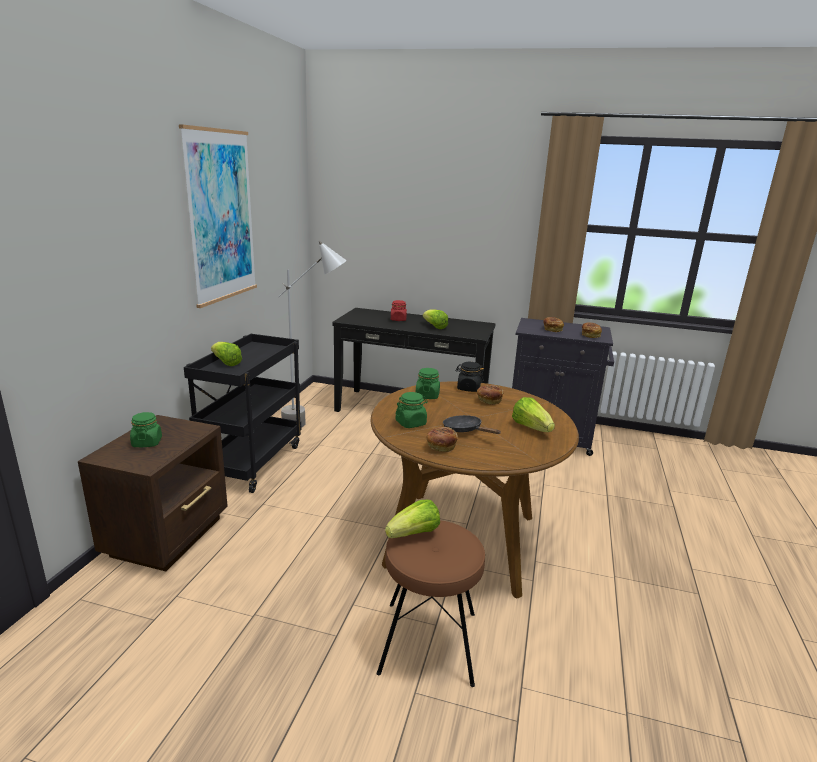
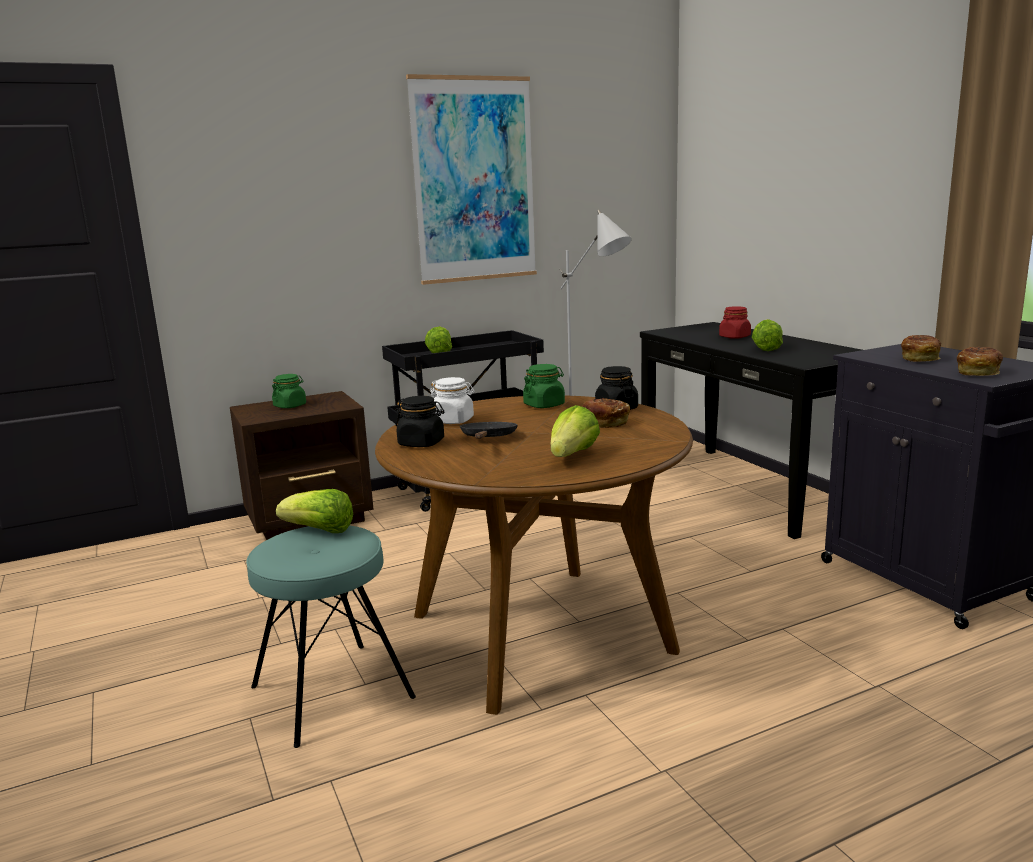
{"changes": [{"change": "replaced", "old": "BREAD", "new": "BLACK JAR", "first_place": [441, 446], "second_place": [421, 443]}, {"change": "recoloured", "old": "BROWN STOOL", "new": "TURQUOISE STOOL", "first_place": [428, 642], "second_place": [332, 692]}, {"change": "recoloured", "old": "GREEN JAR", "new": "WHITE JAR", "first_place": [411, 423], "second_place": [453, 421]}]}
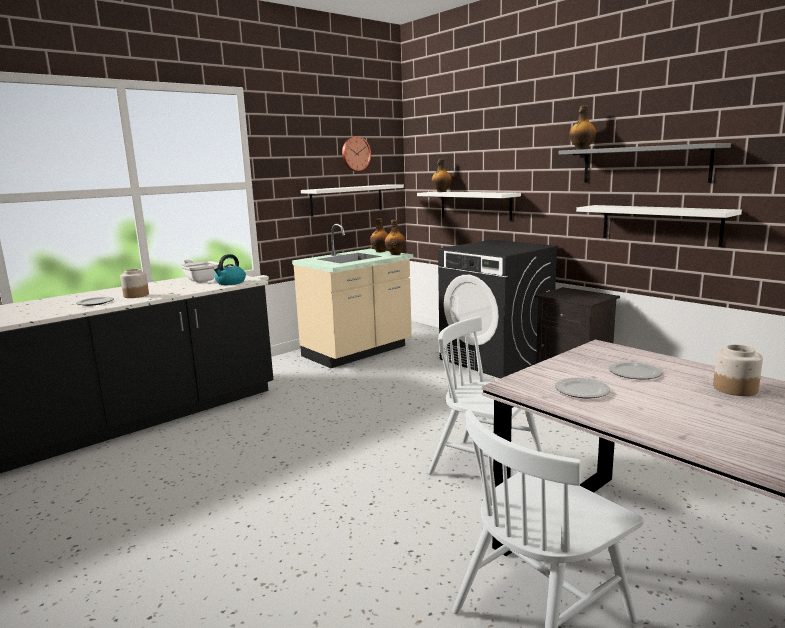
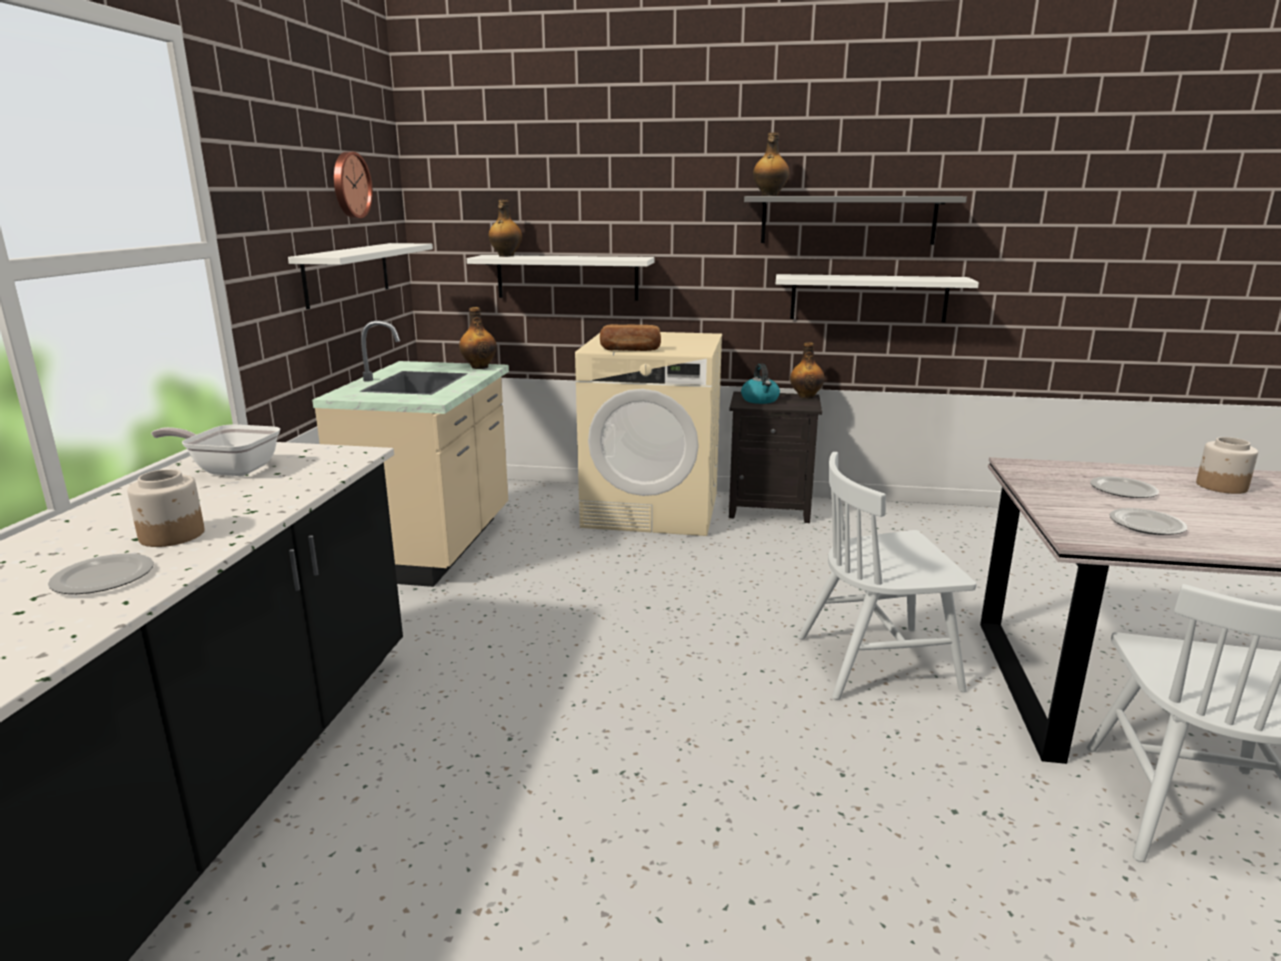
{"changes": [{"change": "added", "new": "BREAD", "second_place": [630, 349]}, {"change": "moved", "old": "KETTLE", "first_place": [230, 283], "second_place": [760, 400]}, {"change": "moved", "old": "BOTTLE", "first_place": [380, 251], "second_place": [806, 397]}, {"change": "recoloured", "old": "BLACK WASHING MACHINE", "new": "BEIGE WASHING MACHINE", "first_place": [496, 359], "second_place": [653, 510]}]}
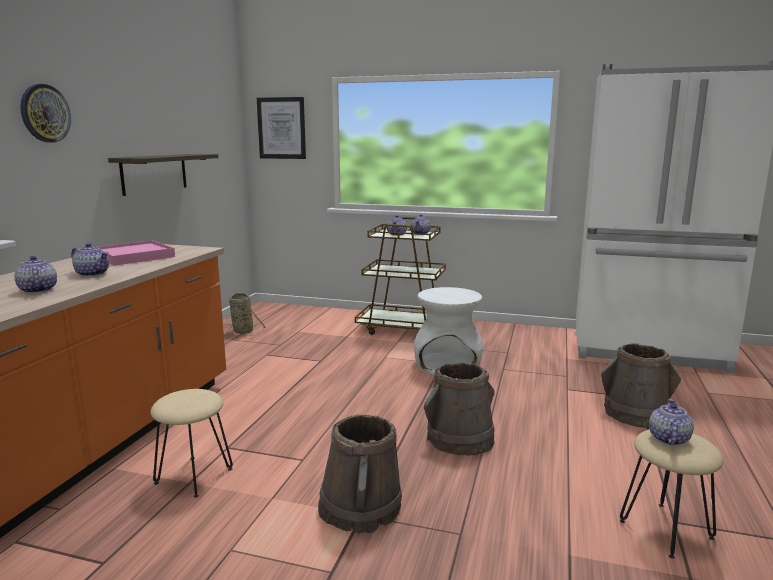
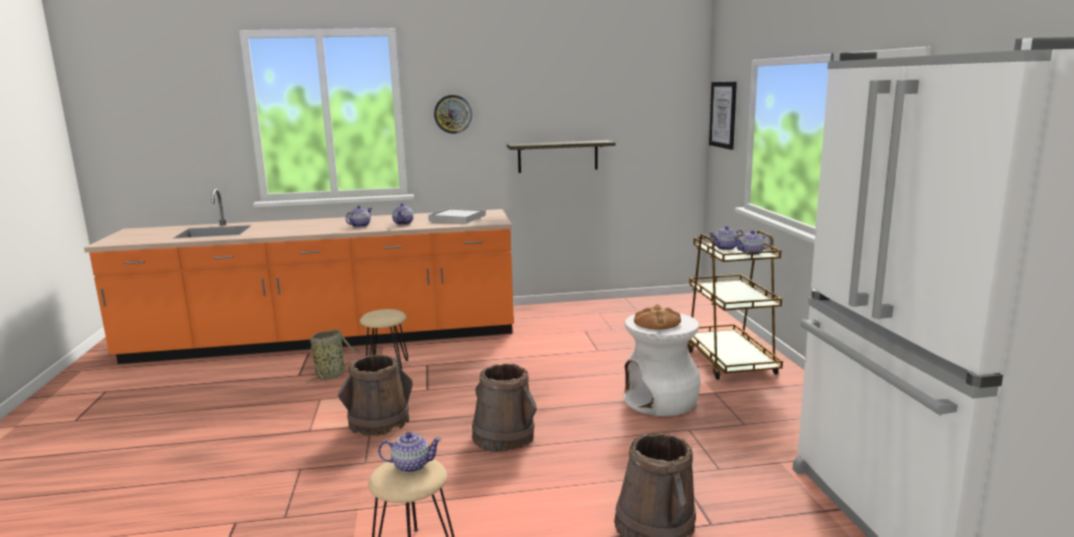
{"changes": [{"change": "added", "new": "BREAD", "second_place": [657, 322]}, {"change": "moved", "old": "BASKET", "first_place": [242, 331], "second_place": [332, 375]}, {"change": "recoloured", "old": "PINK TRAY", "new": "WHITE TRAY", "first_place": [134, 256], "second_place": [457, 218]}]}
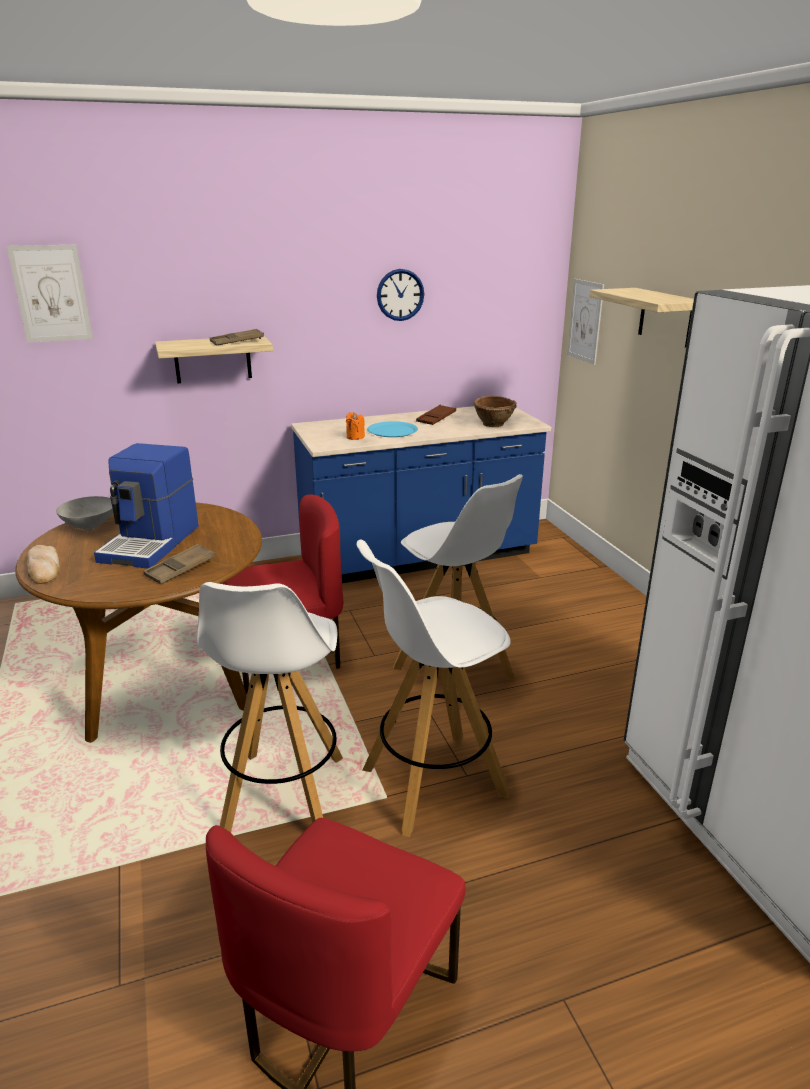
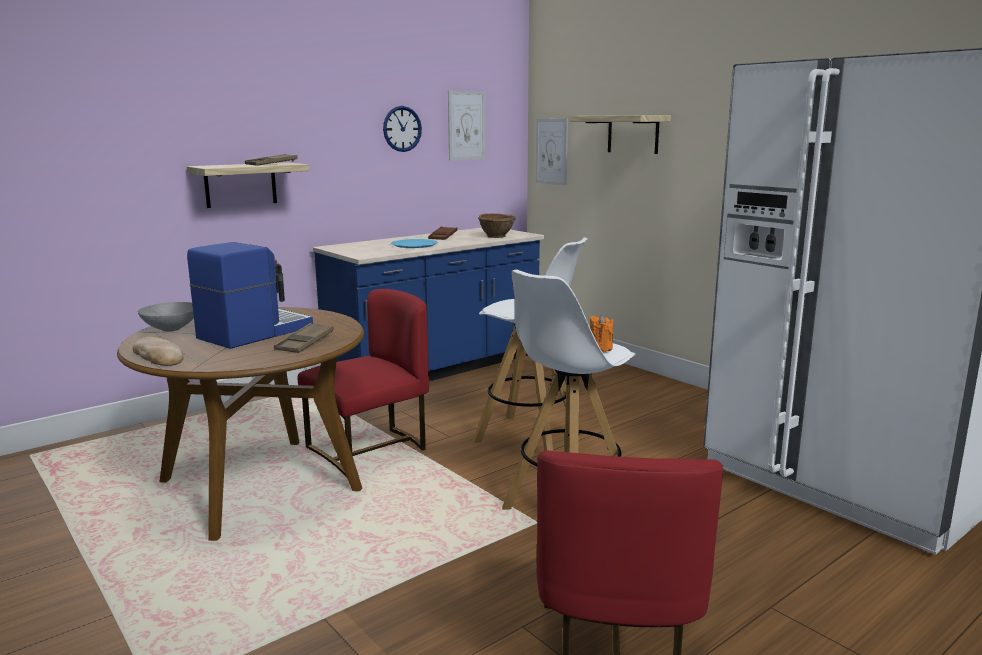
{"changes": [{"change": "removed", "old": "WHITE STOOL", "first_place": [283, 797]}, {"change": "moved", "old": "PICTURE", "first_place": [51, 294], "second_place": [466, 125]}, {"change": "moved", "old": "ORANGE CANDLE", "first_place": [355, 437], "second_place": [600, 348]}, {"change": "turned", "old": "COFFEE MACHINE", "first_place": [152, 543], "second_place": [254, 332], "degrees": -135}]}
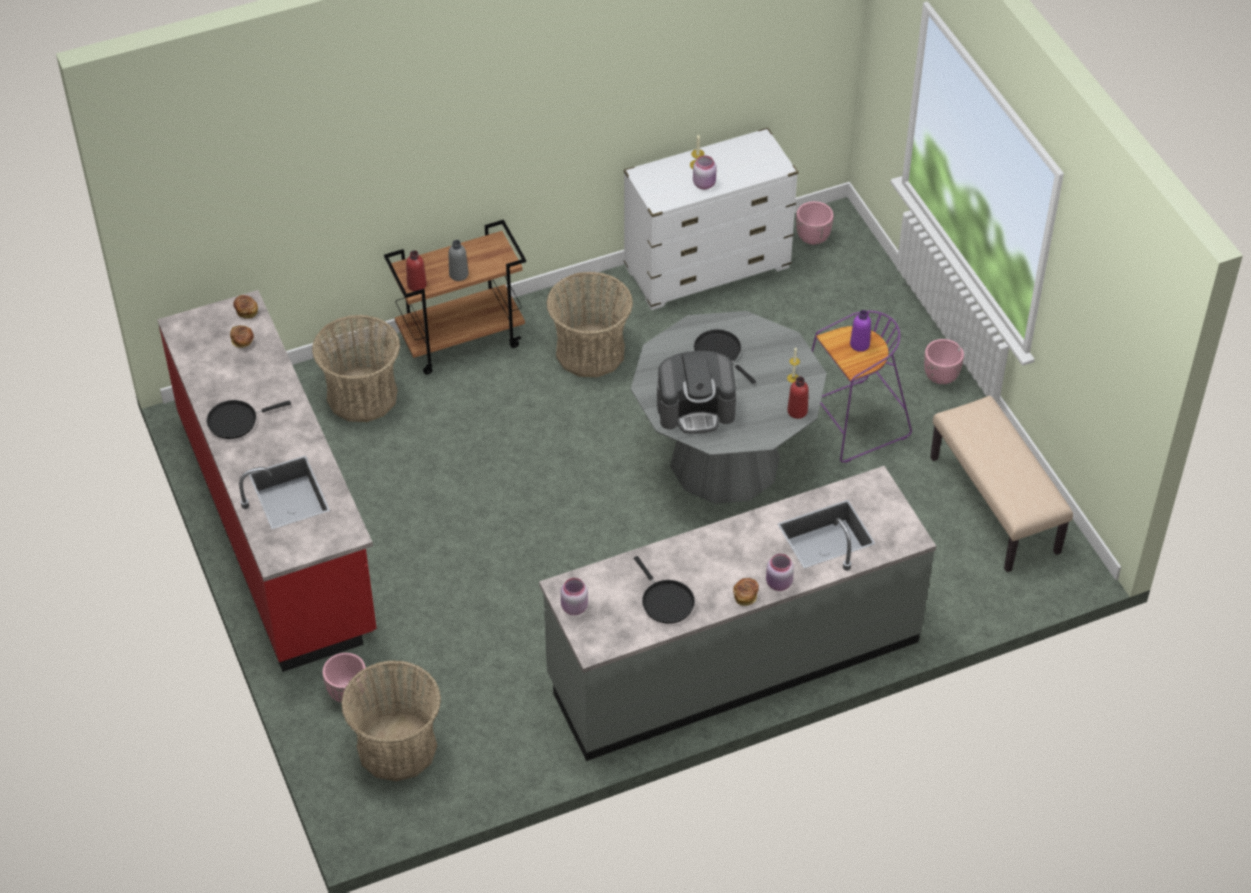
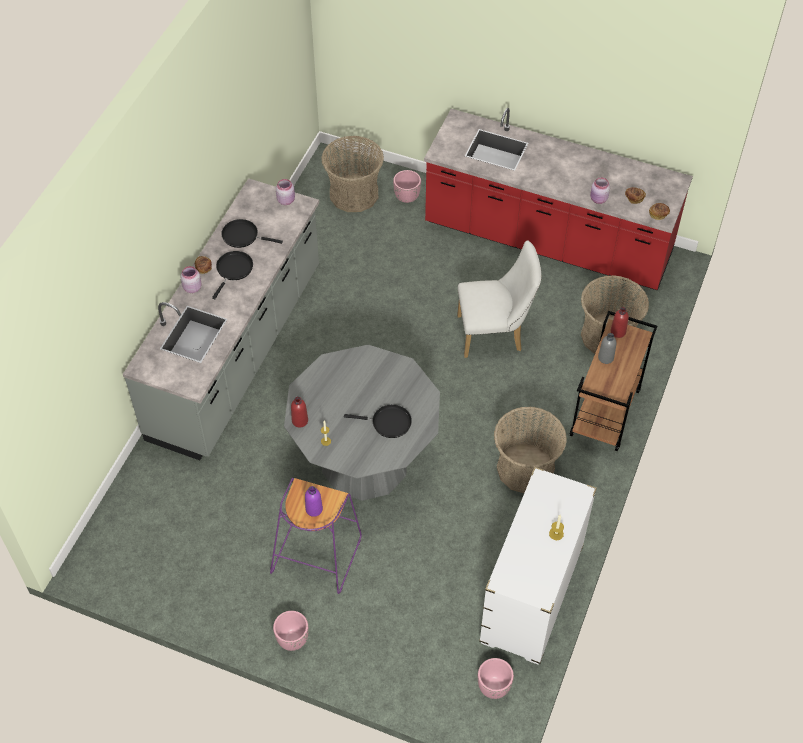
{"changes": [{"change": "removed", "old": "COFFEE MACHINE", "first_place": [696, 409]}, {"change": "removed", "old": "BEIGE BENCH", "first_place": [995, 505]}, {"change": "added", "new": "WHITE CHAIR", "second_place": [495, 334]}, {"change": "moved", "old": "BLACK FRYING PAN", "first_place": [236, 421], "second_place": [233, 270]}, {"change": "moved", "old": "PINK JAR", "first_place": [704, 183], "second_place": [598, 199]}]}
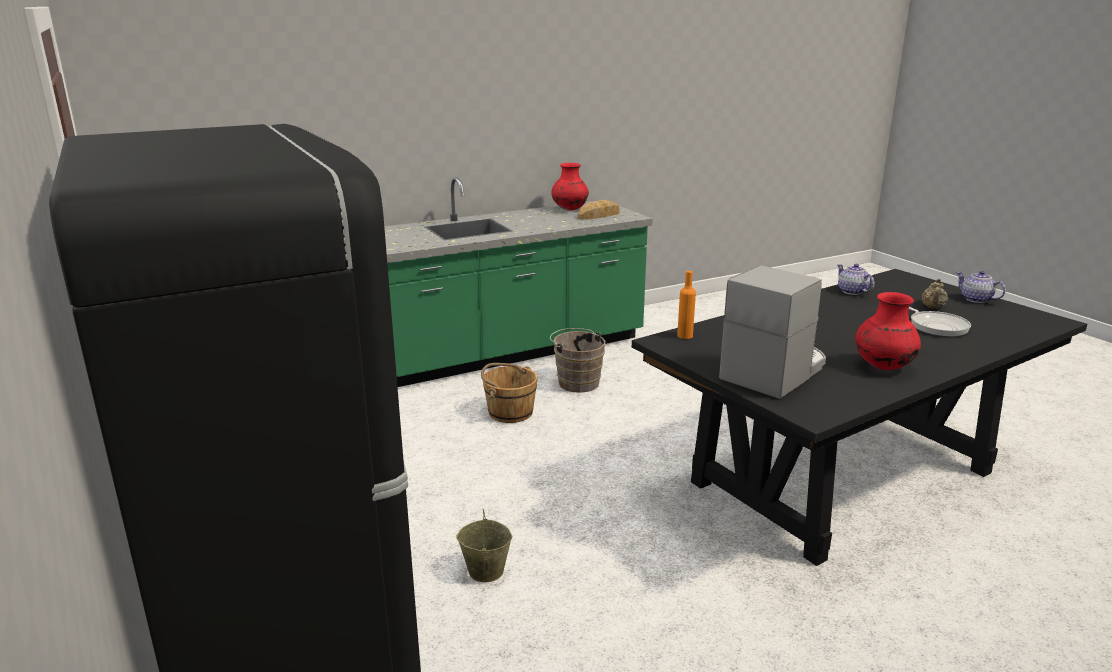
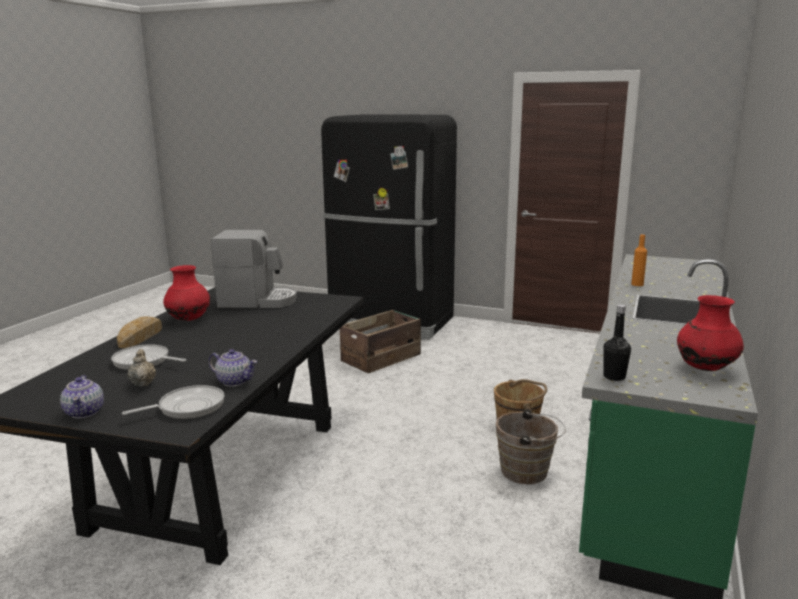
{"changes": [{"change": "added", "new": "FRYING PAN", "second_place": [187, 407]}, {"change": "added", "new": "BLACK BOTTLE", "second_place": [614, 377]}, {"change": "moved", "old": "BREAD", "first_place": [598, 215], "second_place": [141, 337]}, {"change": "moved", "old": "ORANGE BOTTLE", "first_place": [685, 336], "second_place": [637, 284]}, {"change": "replaced", "old": "BEIGE BUCKET", "new": "CRATE", "first_place": [485, 571], "second_place": [382, 358]}, {"change": "turned", "old": "COFFEE MACHINE", "first_place": [774, 372], "second_place": [257, 301], "degrees": -90}, {"change": "turned", "old": "TEAPOT", "first_place": [976, 299], "second_place": [85, 412], "degrees": 60}]}
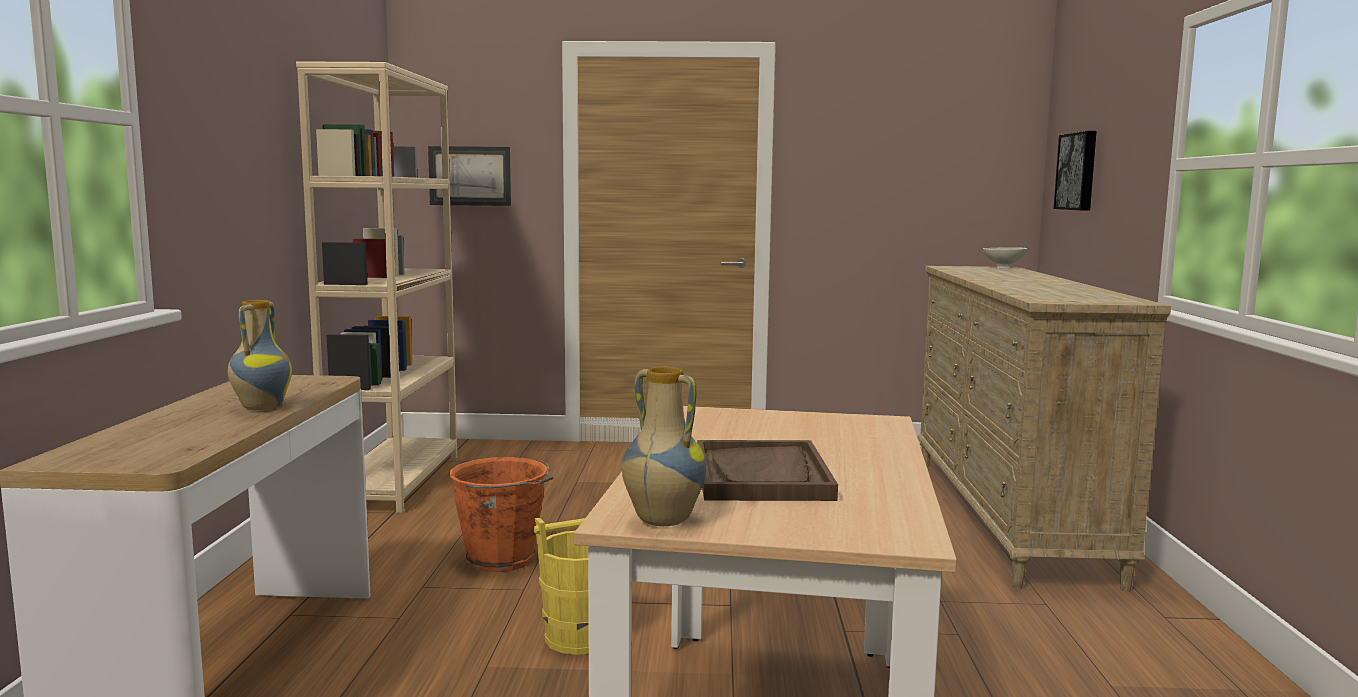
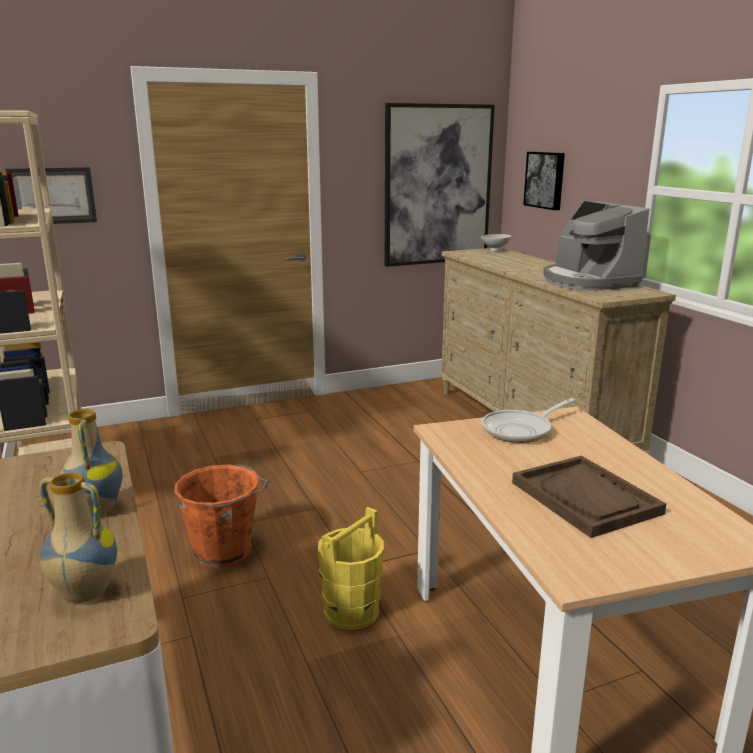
{"changes": [{"change": "added", "new": "PICTURE", "second_place": [437, 185]}, {"change": "added", "new": "FRYING PAN", "second_place": [521, 430]}, {"change": "added", "new": "COFFEE MACHINE", "second_place": [587, 282]}, {"change": "moved", "old": "VASE", "first_place": [661, 521], "second_place": [83, 594]}]}
